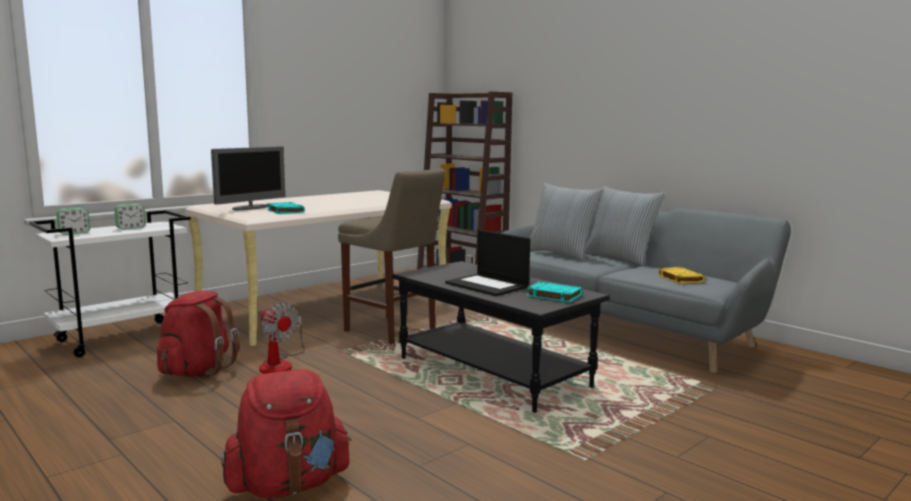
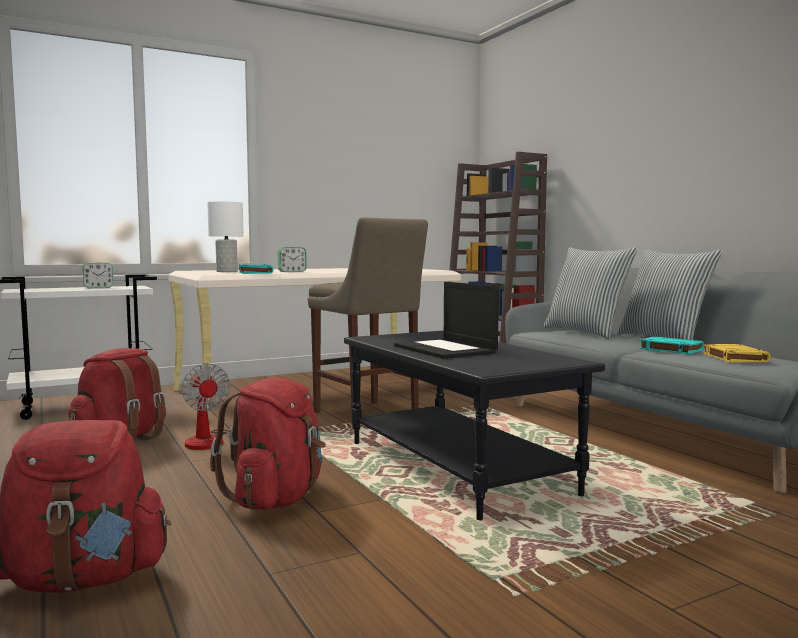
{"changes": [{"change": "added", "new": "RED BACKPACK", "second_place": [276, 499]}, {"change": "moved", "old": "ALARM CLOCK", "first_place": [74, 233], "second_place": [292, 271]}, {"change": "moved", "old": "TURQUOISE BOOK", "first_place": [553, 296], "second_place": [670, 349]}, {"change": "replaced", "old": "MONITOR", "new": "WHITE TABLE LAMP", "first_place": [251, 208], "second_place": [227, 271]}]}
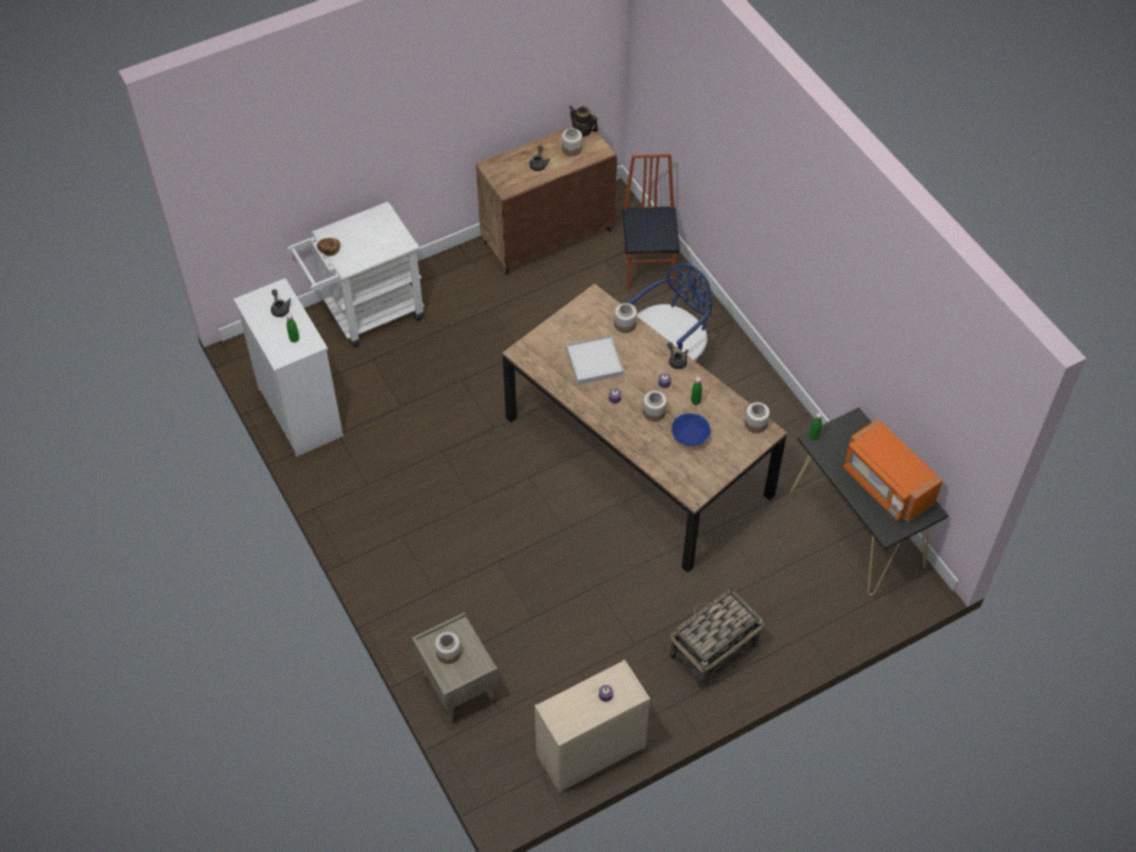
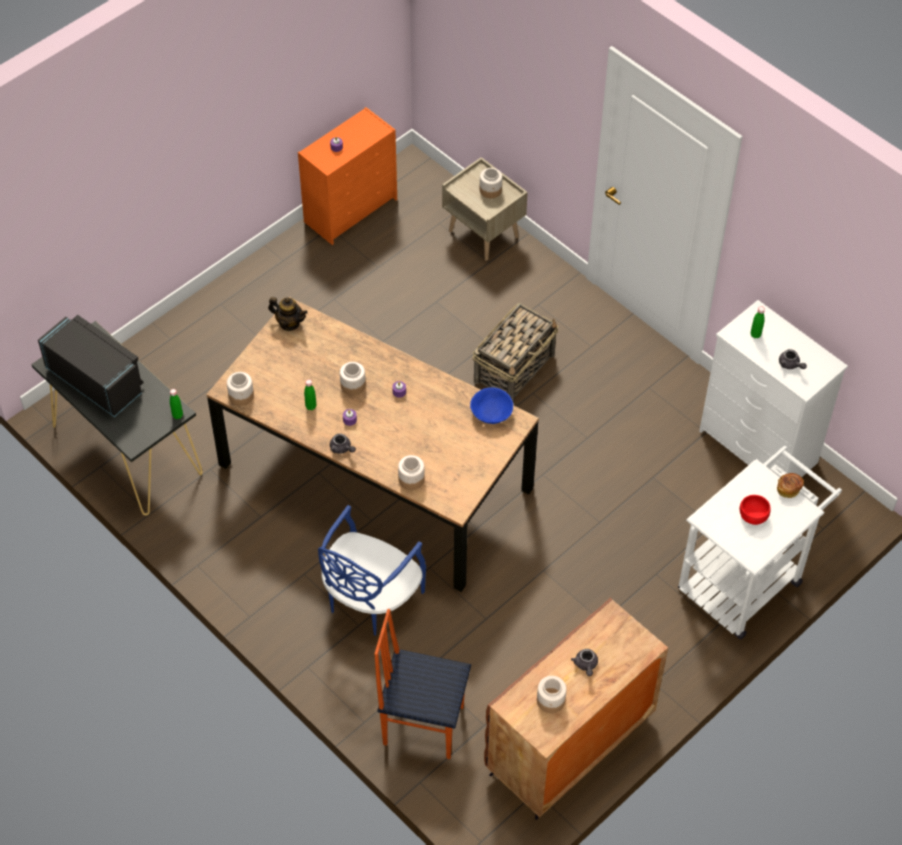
{"changes": [{"change": "removed", "old": "WHITE TRAY", "first_place": [594, 362]}, {"change": "added", "new": "RED BOWL", "second_place": [753, 515]}, {"change": "moved", "old": "TEAPOT", "first_place": [583, 131], "second_place": [289, 323]}, {"change": "moved", "old": "BASKET", "first_place": [713, 651], "second_place": [515, 367]}, {"change": "moved", "old": "BLUE BOWL", "first_place": [690, 436], "second_place": [491, 412]}, {"change": "recoloured", "old": "BEIGE DRESSER", "new": "ORANGE DRESSER", "first_place": [589, 751], "second_place": [351, 210]}, {"change": "recoloured", "old": "ORANGE MICROWAVE", "new": "BLACK MICROWAVE", "first_place": [886, 485], "second_place": [96, 380]}, {"change": "turned", "old": "CHAIR", "first_place": [649, 270], "second_place": [423, 724], "degrees": 120}]}
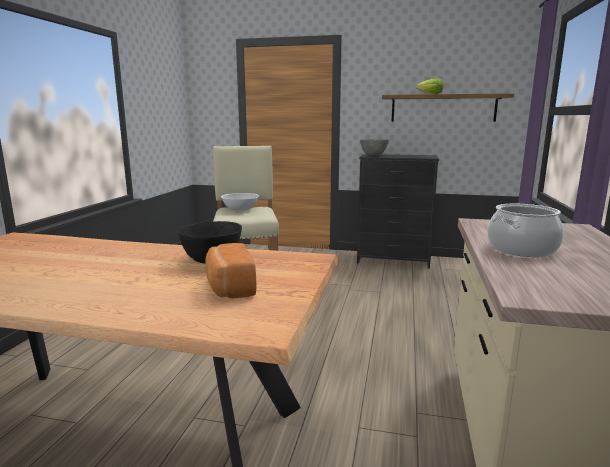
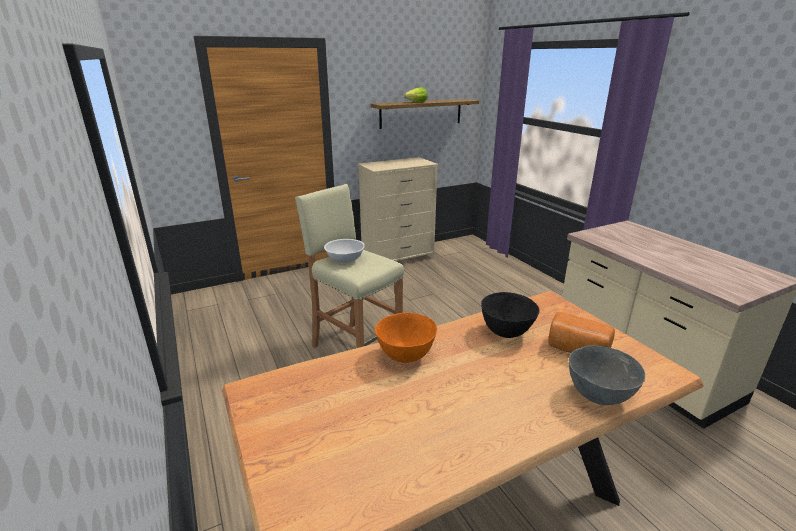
{"changes": [{"change": "removed", "old": "COOKING POT", "first_place": [521, 249]}, {"change": "added", "new": "ORANGE BOWL", "second_place": [405, 356]}, {"change": "moved", "old": "GREY BOWL", "first_place": [373, 155], "second_place": [598, 396]}, {"change": "recoloured", "old": "BLACK DRESSER", "new": "BEIGE DRESSER", "first_place": [393, 260], "second_place": [398, 258]}]}
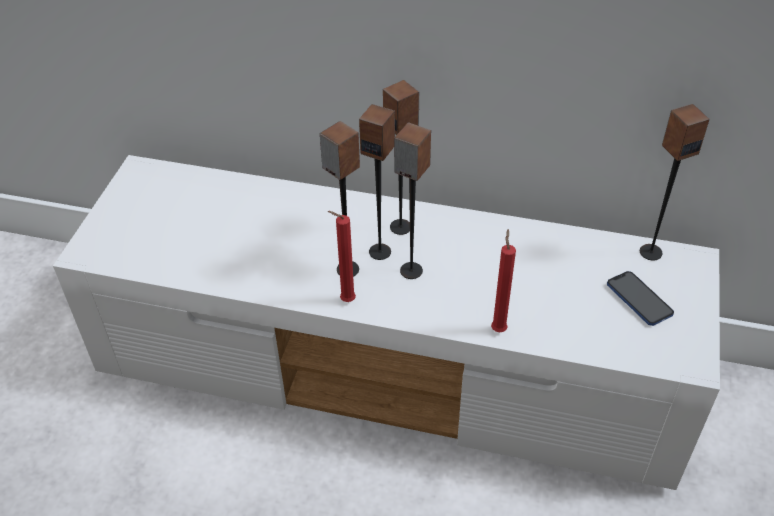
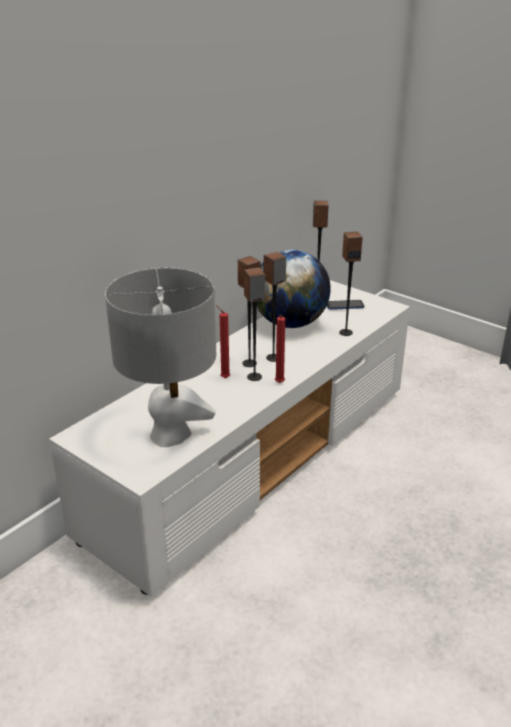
{"changes": [{"change": "added", "new": "GREY TABLE LAMP", "second_place": [170, 435]}, {"change": "added", "new": "GLOBE", "second_place": [290, 323]}, {"change": "moved", "old": "SPEAKER", "first_place": [401, 227], "second_place": [345, 332]}, {"change": "moved", "old": "RED CANDLE", "first_place": [498, 328], "second_place": [223, 378]}]}
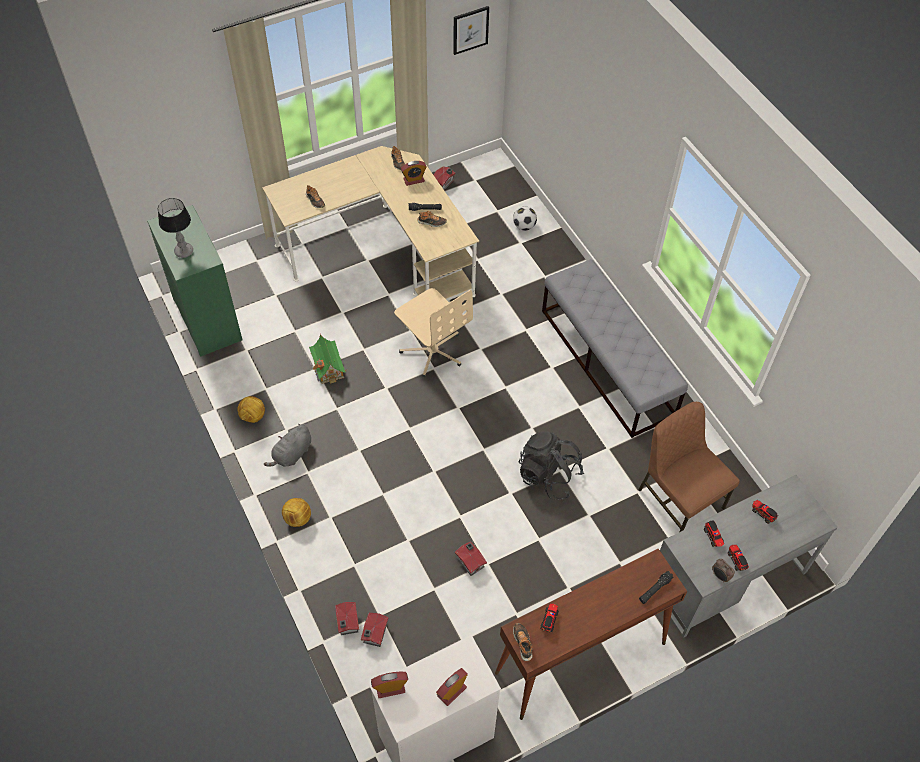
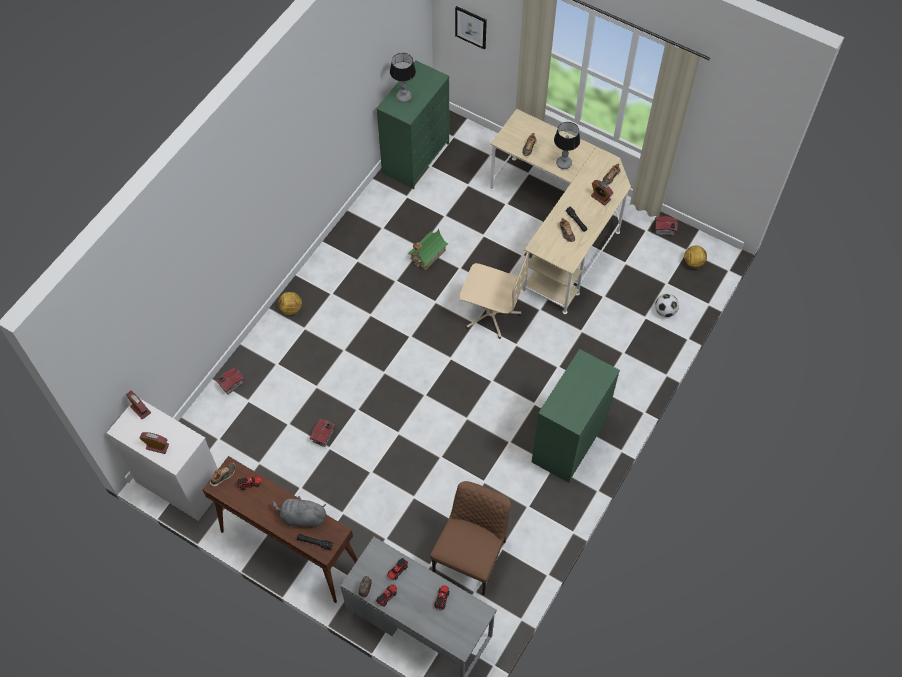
{"changes": [{"change": "removed", "old": "TOY HOUSE", "first_place": [374, 634]}, {"change": "removed", "old": "BLACK BACKPACK", "first_place": [548, 475]}, {"change": "added", "new": "TABLE LAMP", "second_place": [564, 163]}, {"change": "moved", "old": "FOOTBALL", "first_place": [253, 417], "second_place": [693, 263]}, {"change": "moved", "old": "GREY PLUSH TOY", "first_place": [292, 454], "second_place": [302, 517]}, {"change": "moved", "old": "PICTURE", "first_place": [470, 30], "second_place": [471, 27]}, {"change": "replaced", "old": "GREY BENCH", "new": "GREEN DRESSER", "first_place": [607, 362], "second_place": [568, 442]}, {"change": "turned", "old": "BEIGE OFFICE CHAIR", "first_place": [432, 350], "second_place": [491, 313], "degrees": -90}]}
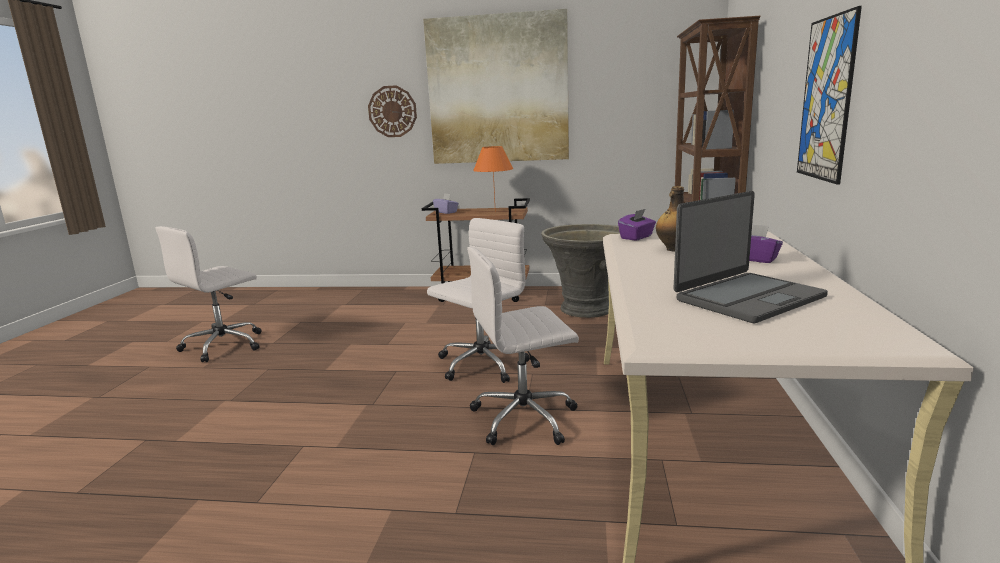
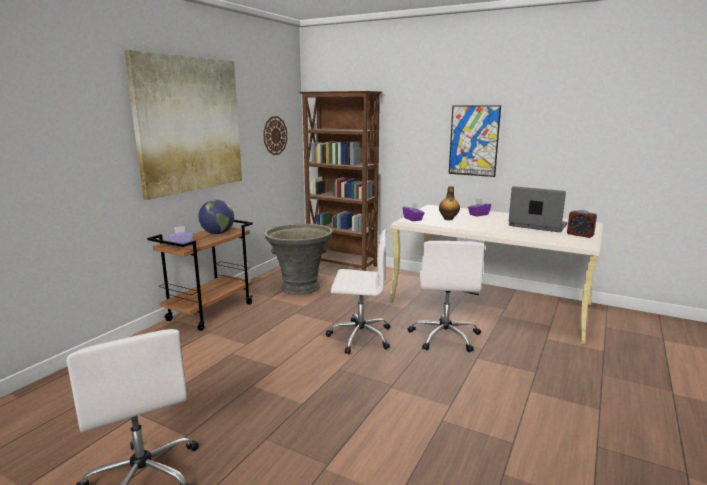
{"changes": [{"change": "added", "new": "ALARM CLOCK", "second_place": [580, 235]}, {"change": "moved", "old": "WALL CLOCK", "first_place": [392, 111], "second_place": [275, 135]}, {"change": "replaced", "old": "ORANGE TABLE LAMP", "new": "GLOBE", "first_place": [495, 211], "second_place": [217, 233]}, {"change": "turned", "old": "WHITE OFFICE CHAIR", "first_place": [480, 365], "second_place": [359, 337], "degrees": 120}, {"change": "turned", "old": "LAPTOP", "first_place": [747, 298], "second_place": [537, 225], "degrees": -45}]}
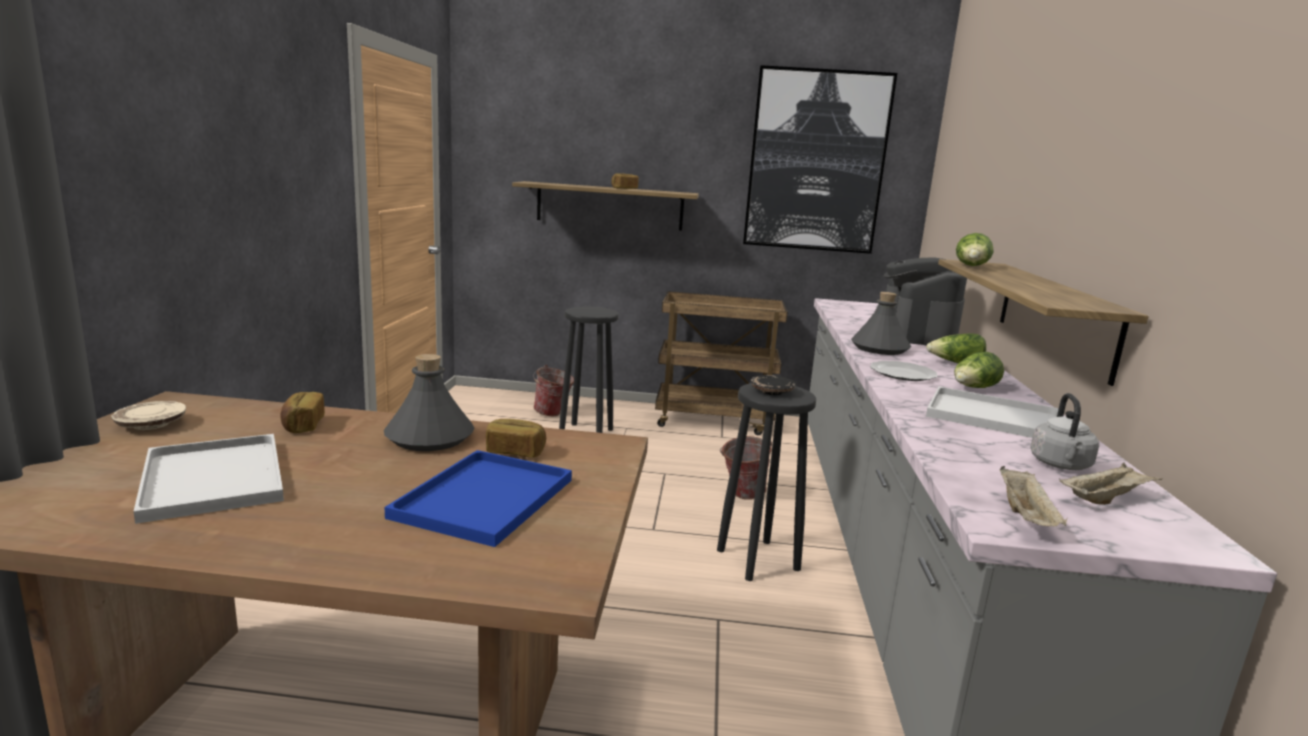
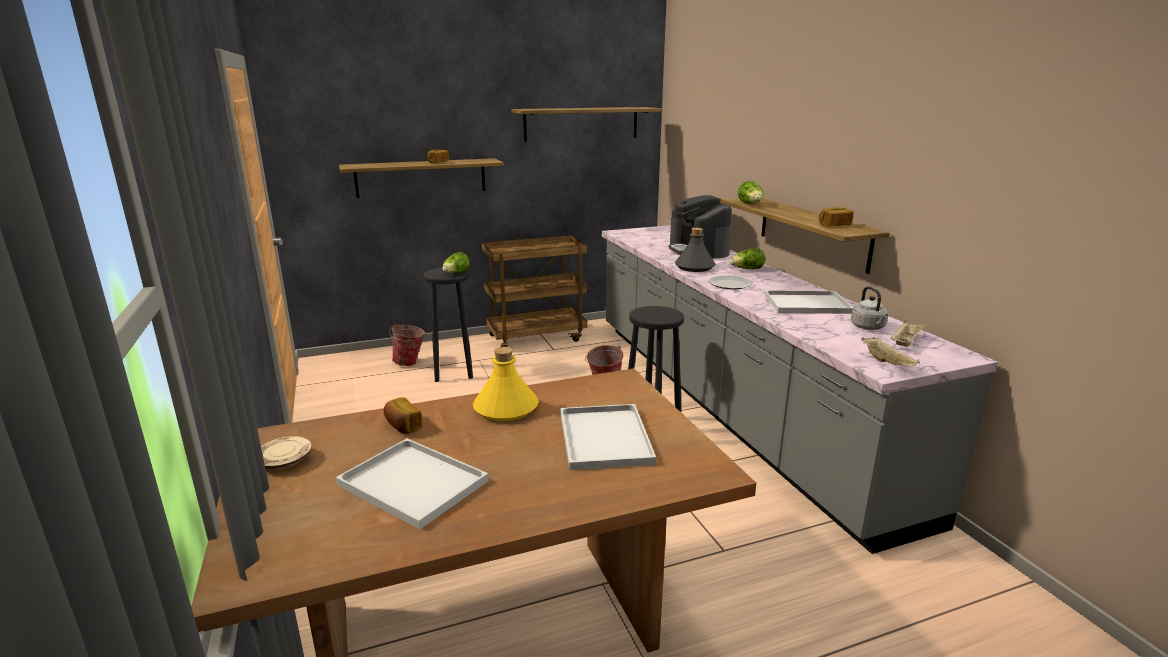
{"changes": [{"change": "removed", "old": "BLACK PLATE", "first_place": [772, 392]}, {"change": "moved", "old": "BREAD", "first_place": [515, 451], "second_place": [834, 225]}, {"change": "moved", "old": "LETTUCE", "first_place": [973, 389], "second_place": [456, 273]}, {"change": "replaced", "old": "PICTURE", "new": "SHELF", "first_place": [816, 161], "second_place": [581, 123]}, {"change": "recoloured", "old": "GREY BOTTLE", "new": "YELLOW BOTTLE", "first_place": [430, 438], "second_place": [506, 408]}, {"change": "recoloured", "old": "BLUE TRAY", "new": "WHITE TRAY", "first_place": [484, 500], "second_place": [606, 439]}]}
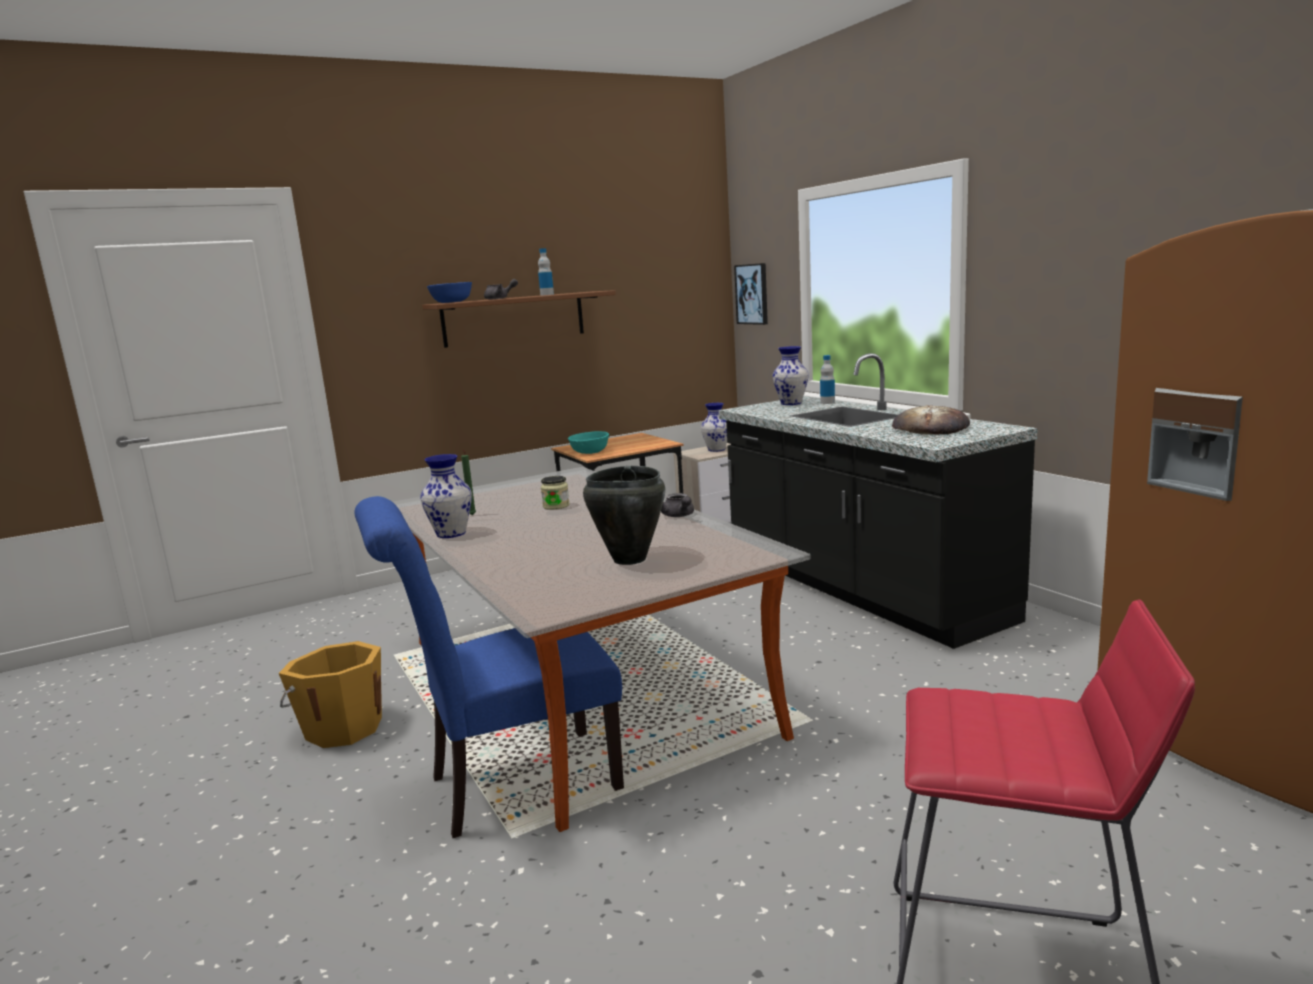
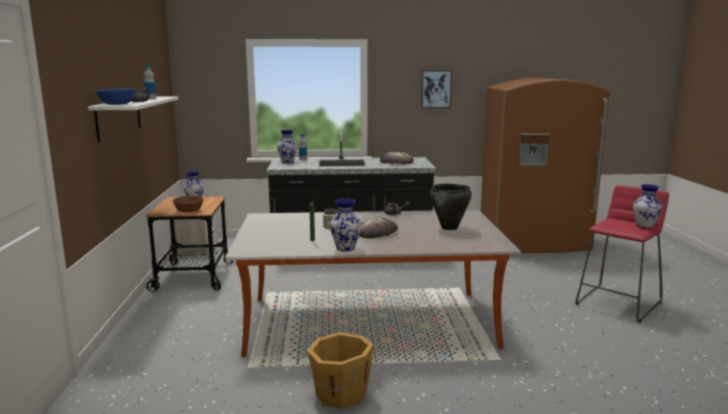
{"changes": [{"change": "removed", "old": "BLUE CHAIR", "first_place": [512, 785]}, {"change": "added", "new": "BREAD", "second_place": [374, 231]}, {"change": "added", "new": "VASE", "second_place": [644, 226]}, {"change": "moved", "old": "PICTURE", "first_place": [752, 294], "second_place": [436, 89]}, {"change": "recoloured", "old": "BROWN SHELF", "new": "WHITE SHELF", "first_place": [514, 319], "second_place": [119, 117]}, {"change": "recoloured", "old": "TURQUOISE BOWL", "new": "BROWN BOWL", "first_place": [590, 452], "second_place": [189, 211]}]}
